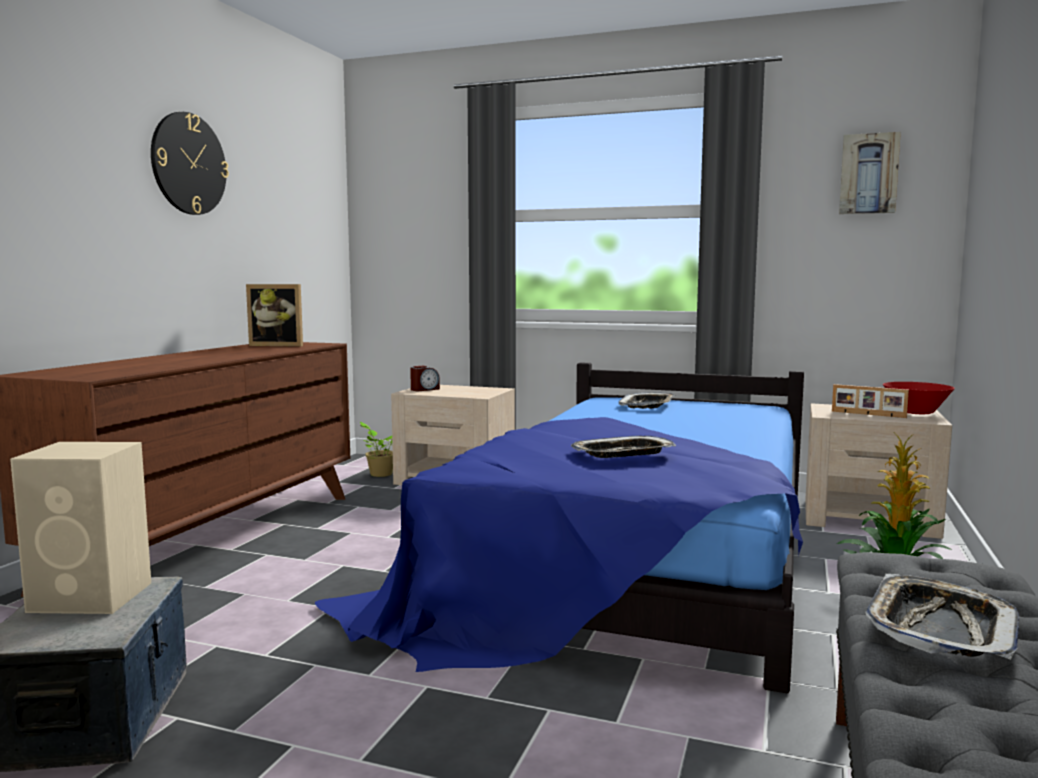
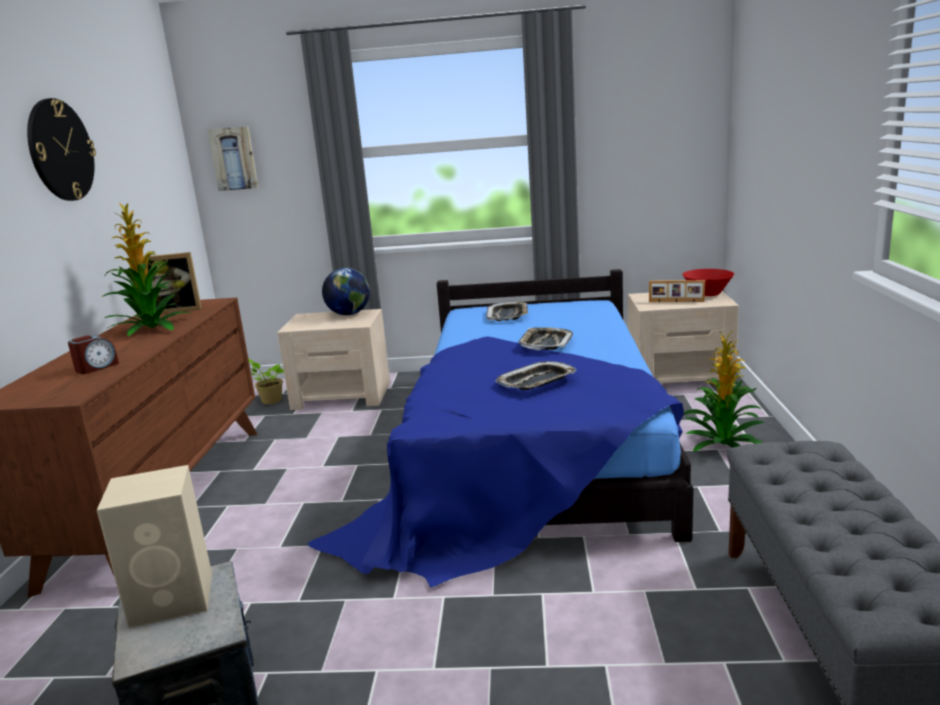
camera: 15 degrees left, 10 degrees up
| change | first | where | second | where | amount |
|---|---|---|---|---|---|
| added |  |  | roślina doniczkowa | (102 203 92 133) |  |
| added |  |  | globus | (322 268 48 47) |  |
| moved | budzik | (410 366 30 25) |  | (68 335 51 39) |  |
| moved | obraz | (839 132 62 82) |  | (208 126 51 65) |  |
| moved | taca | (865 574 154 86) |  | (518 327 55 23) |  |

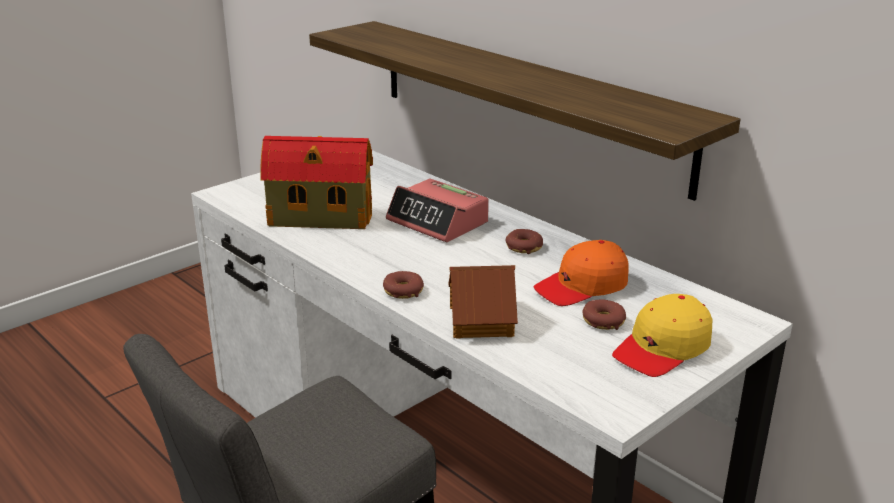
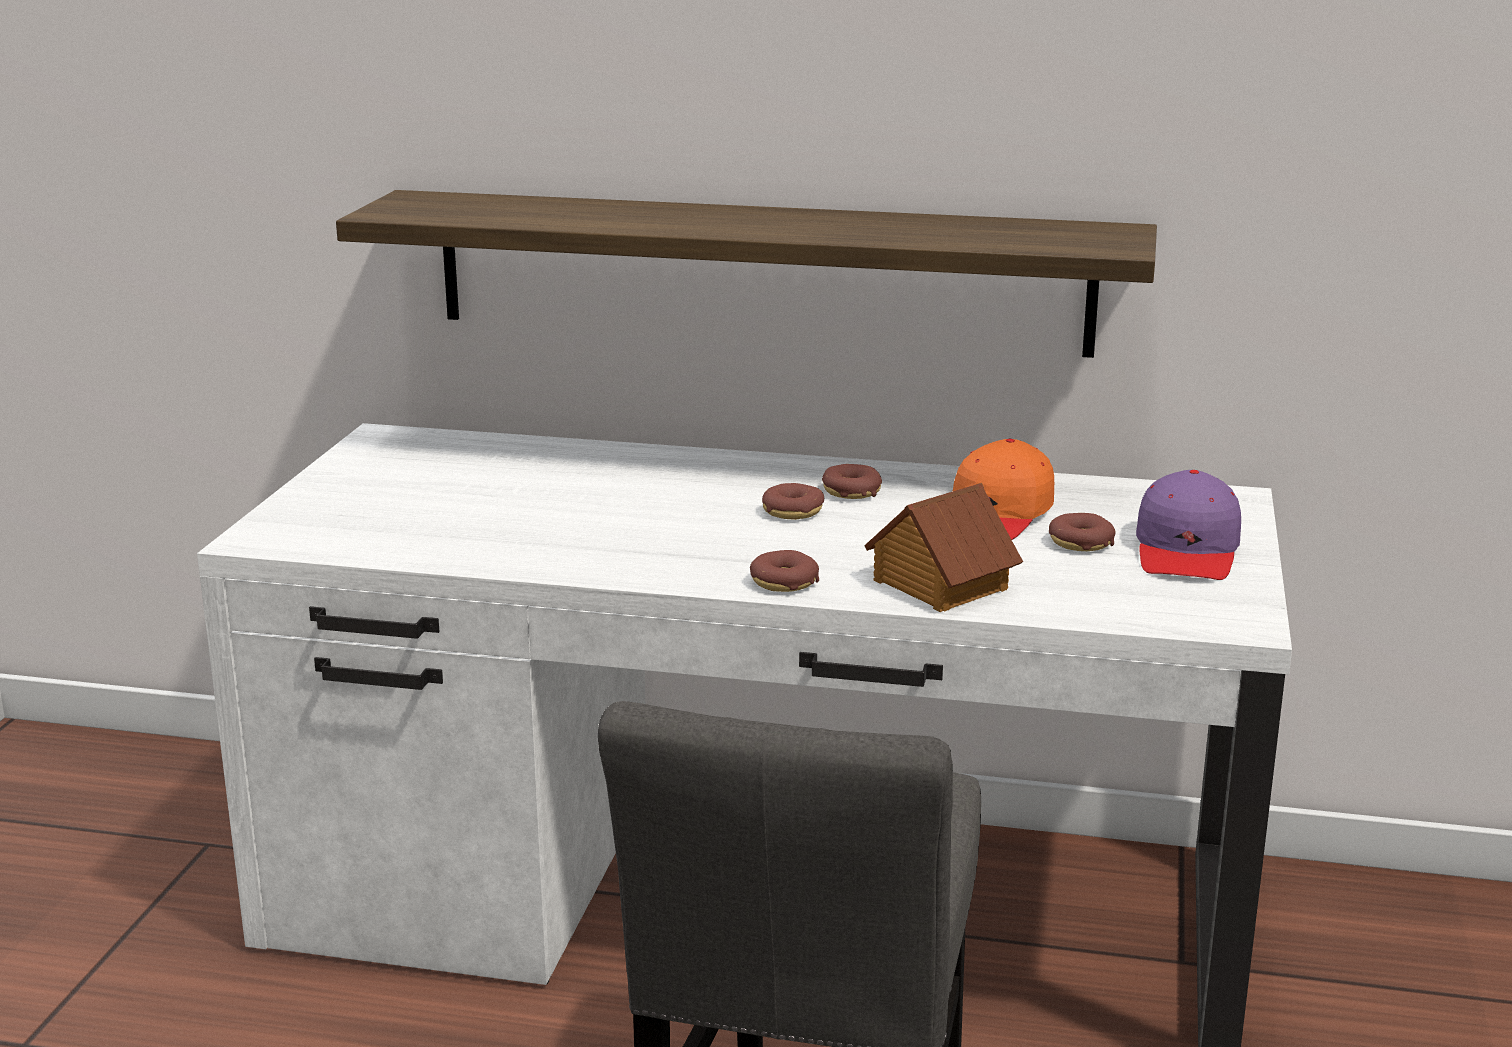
camera: 35 degrees left, 5 degrees down
| change | first | where | second | where | amount |
|---|---|---|---|---|---|
| removed | domek | (261 136 112 93) |  |  |  |
| removed | budzik | (386 178 103 64) |  |  |  |
| added |  |  | donut | (762 483 62 37) |  |
| recoloured | czapka z daszkiem/żółty | (612 294 101 83) | czapka z daszkiem/fioletowy | (1136 470 105 110) |  |

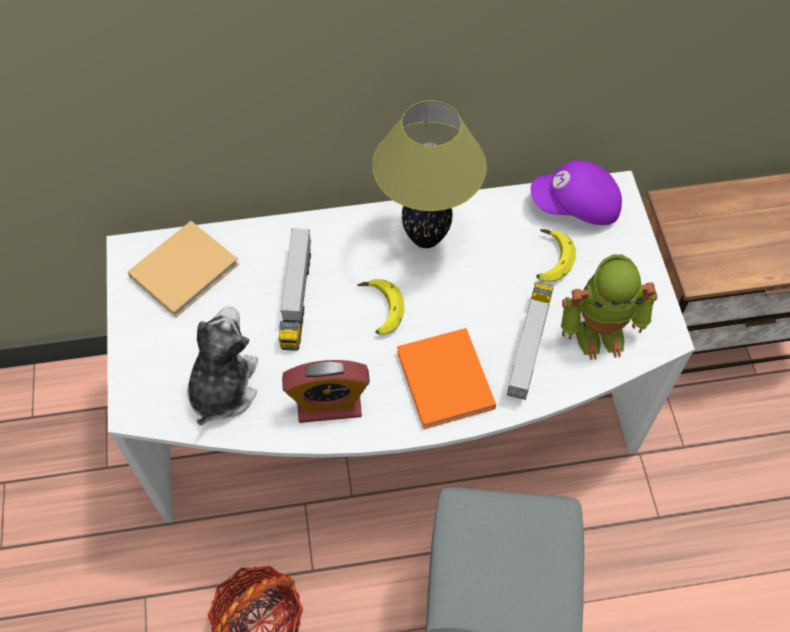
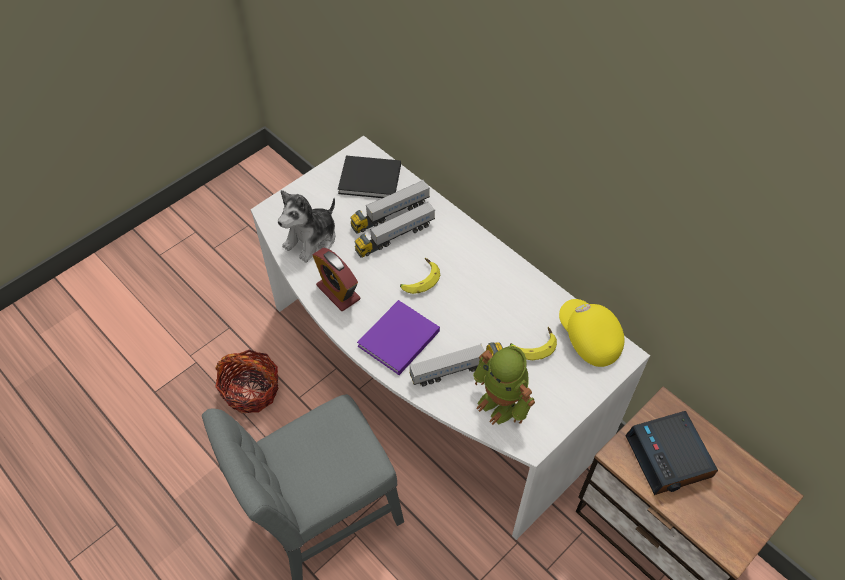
camera: 55 degrees right, 5 degrees down
| change | first | where | second | where | amount |
|---|---|---|---|---|---|
| removed | lampa stołowa | (372 100 115 148) |  |  |  |
| added |  |  | ciężarówka zabawkowa | (350 180 80 53) |  |
| added |  |  | budzik | (625 411 93 84) |  |
| recoloured | książka/beżowy | (128 221 111 96) | książka/czarny | (338 156 63 42) |  |
| recoloured | książka/pomarańczowy | (397 328 99 101) | książka/fioletowy | (357 300 83 75) |  |
| recoloured | czapka z daszkiem/fioletowy | (531 160 91 65) | czapka z daszkiem/żółty | (559 299 66 68) |  |
| turned | pluszak | (187 307 71 119) |  | (278 190 57 73) | 150 degrees clockwise |

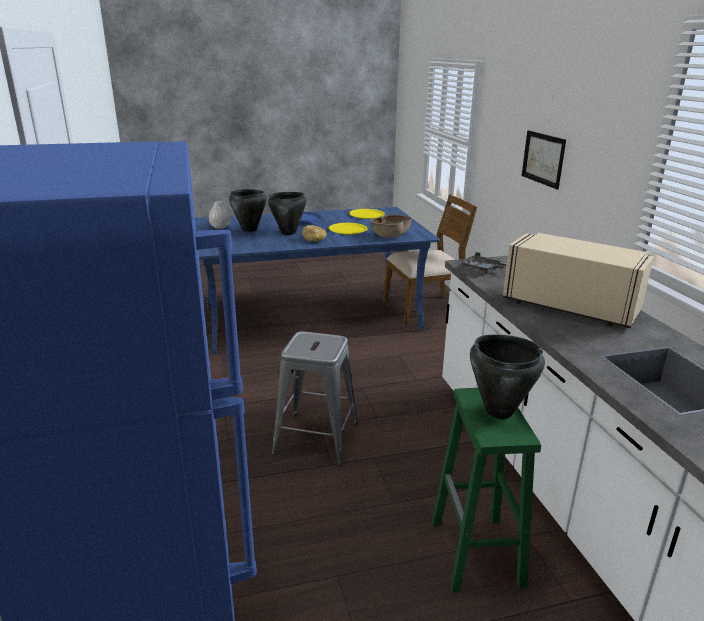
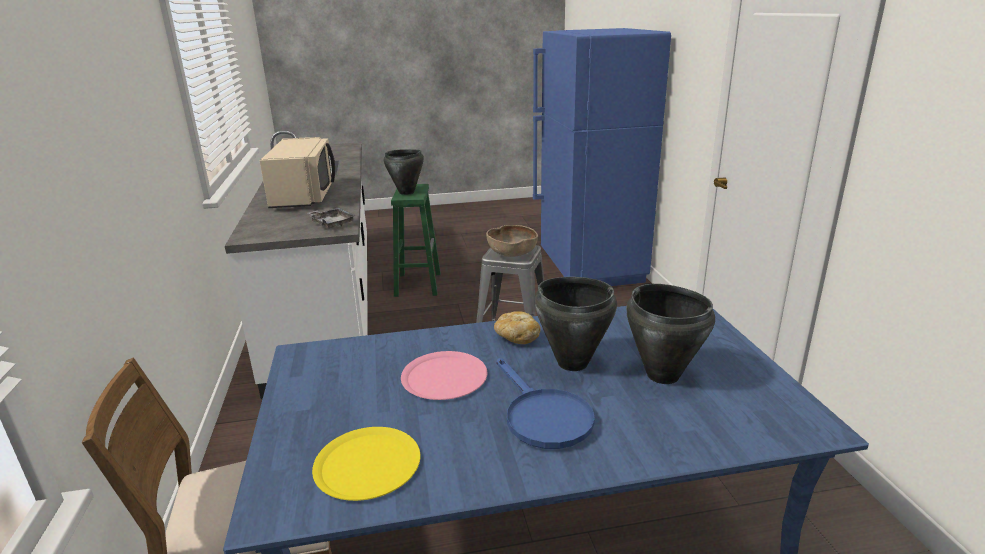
camera: 175 degrees left, 0 degrees up
| change | first | where | second | where | amount |
|---|---|---|---|---|---|
| removed | wazon/biały | (209 201 21 28) |  |  |  |
| removed | obraz | (522 131 44 58) |  |  |  |
| moved | miska/brązowy | (371 215 41 23) |  | (486 225 52 32) |  |
| recoloured | talerz/żółty | (329 223 39 12) | talerz/różowy | (401 351 86 49) |  |
| turned | mikrofalówka/beżowy | (503 233 151 95) |  | (260 137 75 71) | 135 degrees counterclockwise |

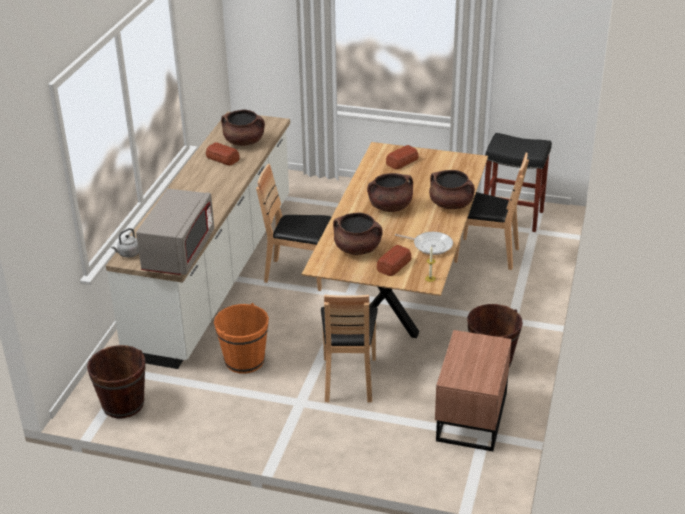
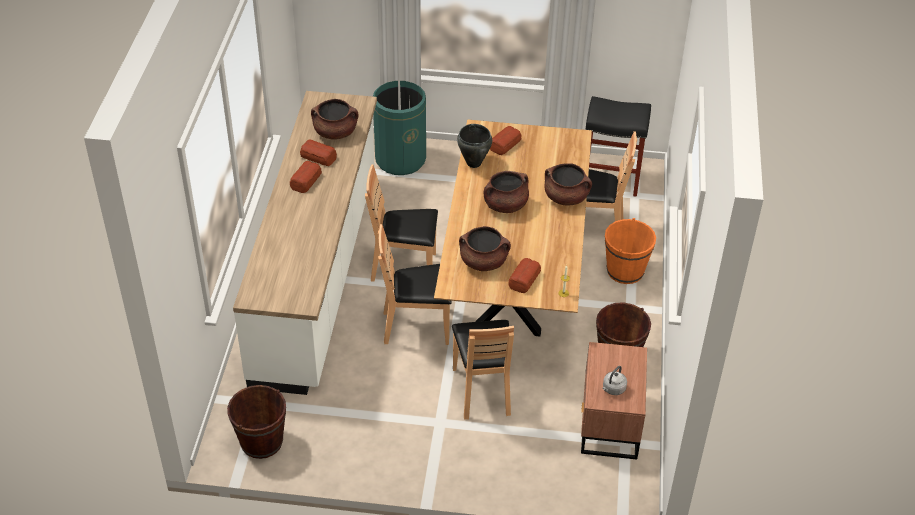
camera: 10 degrees left, 10 degrees up
| change | first | where | second | where | amount |
|---|---|---|---|---|---|
| removed | mikrofalówka/szary | (136 189 78 86) |  |  |  |
| removed | patelnia | (395 232 58 23) |  |  |  |
| added |  |  | chleb | (290 161 32 32) |  |
| added |  |  | kosz na śmieci/zielony | (373 81 53 94) |  |
| added |  |  | krzesło/brązowy | (378 224 74 121) |  |
| added |  |  | garnek/czarny | (457 124 35 44) |  |
| moved | czajnik/szary | (111 228 28 30) |  | (602 366 25 29) |  |
| moved | wiadro/pomarańczowy | (214 303 55 70) |  | (605 218 51 66) |  |

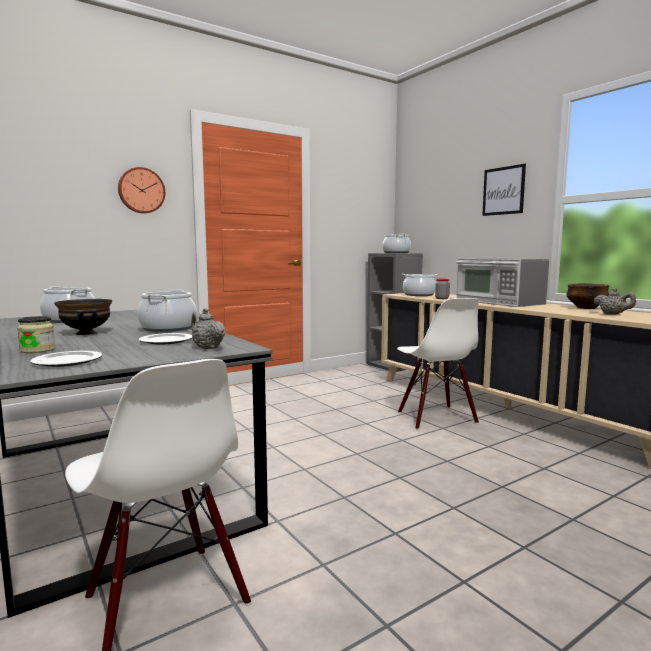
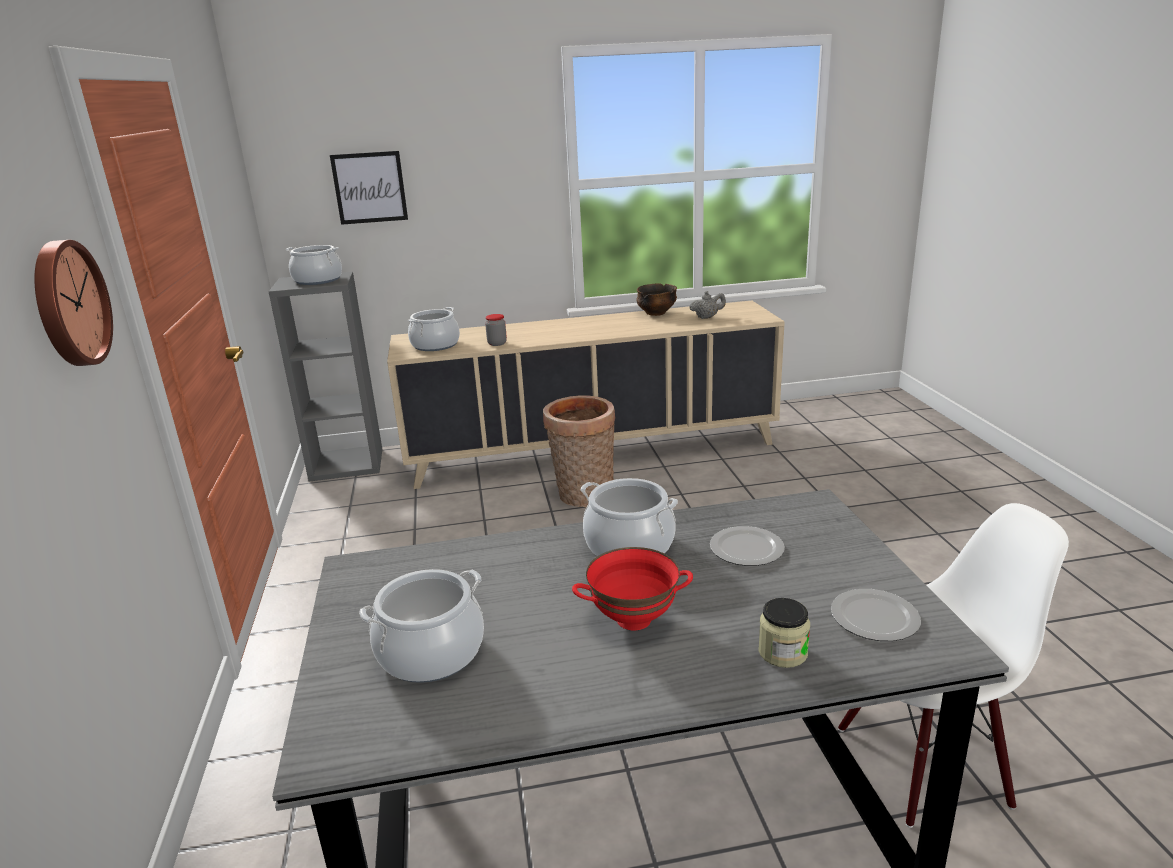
camera: 65 degrees left, 15 degrees up
| change | first | where | second | where | amount |
|---|---|---|---|---|---|
| removed | imbryk/szary | (191 308 35 41) |  |  |  |
| removed | mikrofalówka | (456 258 93 49) |  |  |  |
| moved | obraz | (482 164 44 52) |  | (330 151 78 74) |  |
| replaced | krzesło/biały | (397 298 82 132) | koszyk | (543 395 73 112) |  |
| recoloured | miska/czarny | (54 299 58 36) | miska/czerwony | (572 547 121 84) |  |

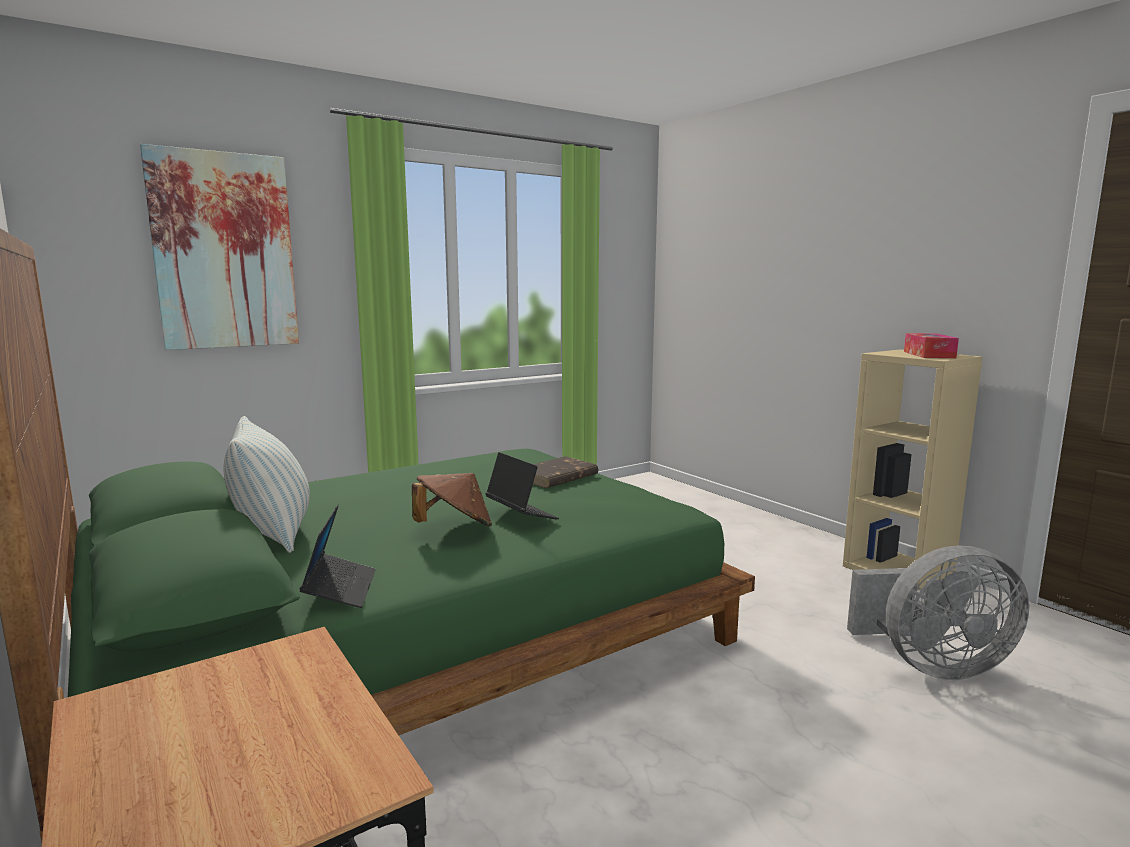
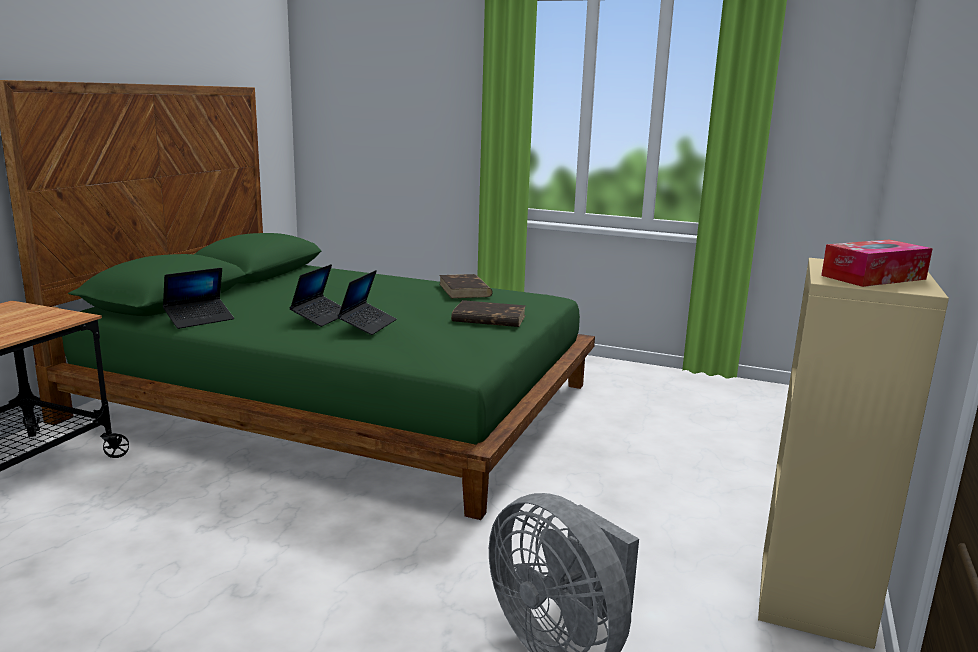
camera: 55 degrees right, 5 degrees up
| change | first | where | second | where | amount |
|---|---|---|---|---|---|
| removed | obraz | (140 144 159 206) |  |  |  |
| removed | poduszka | (223 416 87 137) |  |  |  |
| added |  |  | książka/brązowy | (439 274 54 24) |  |
| replaced | kapelusz/brązowy | (412 473 80 53) | laptop | (290 264 51 63) |  |

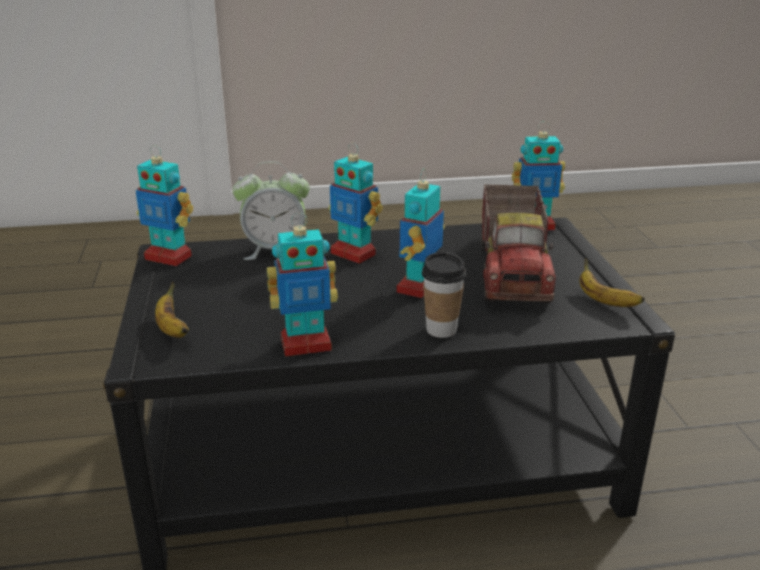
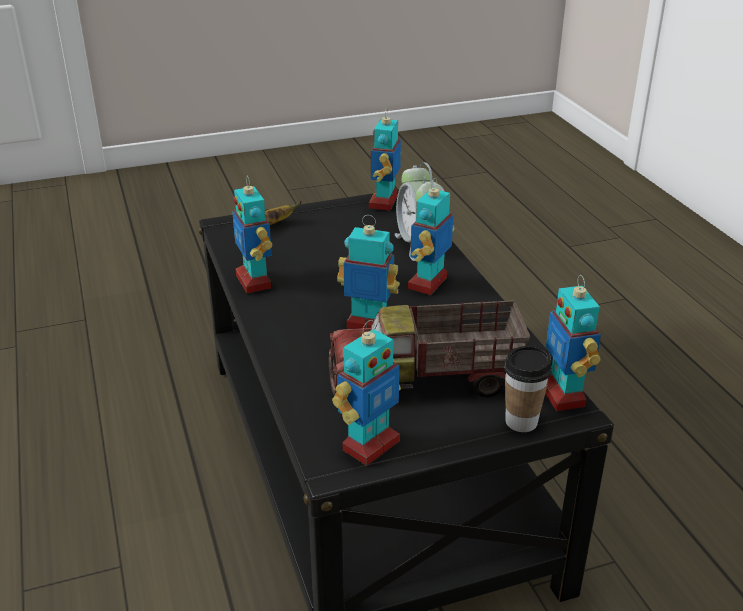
camera: 80 degrees right, 5 degrees up
| change | first | where | second | where | amount |
|---|---|---|---|---|---|
| moved | filiżanka | (422 252 44 86) |  | (504 345 48 87) |  |
| replaced | banan | (579 258 66 49) | robot zabawkowy | (332 320 69 146) |  |

